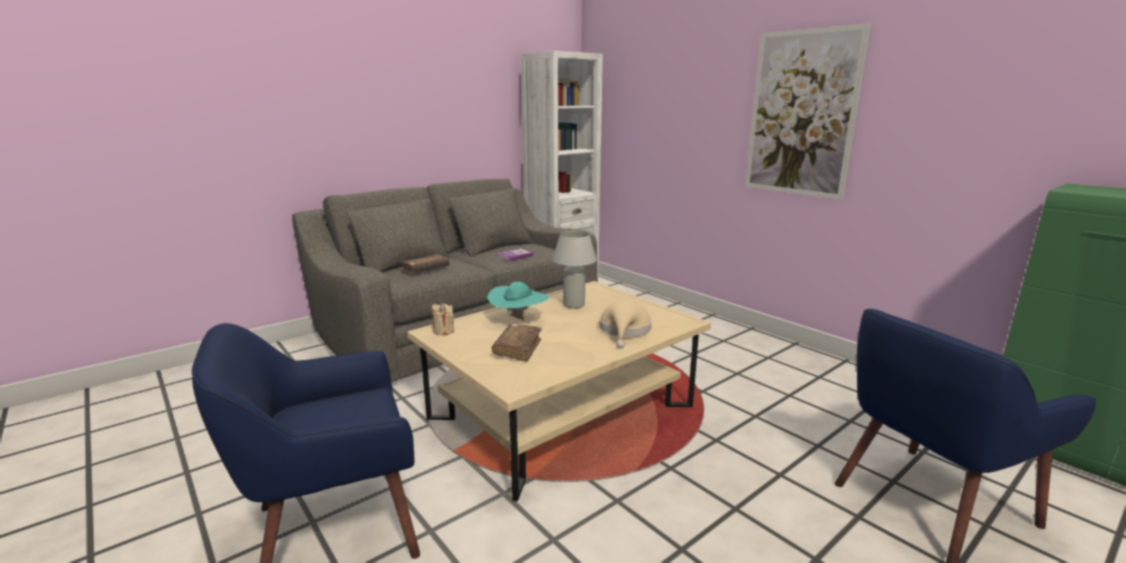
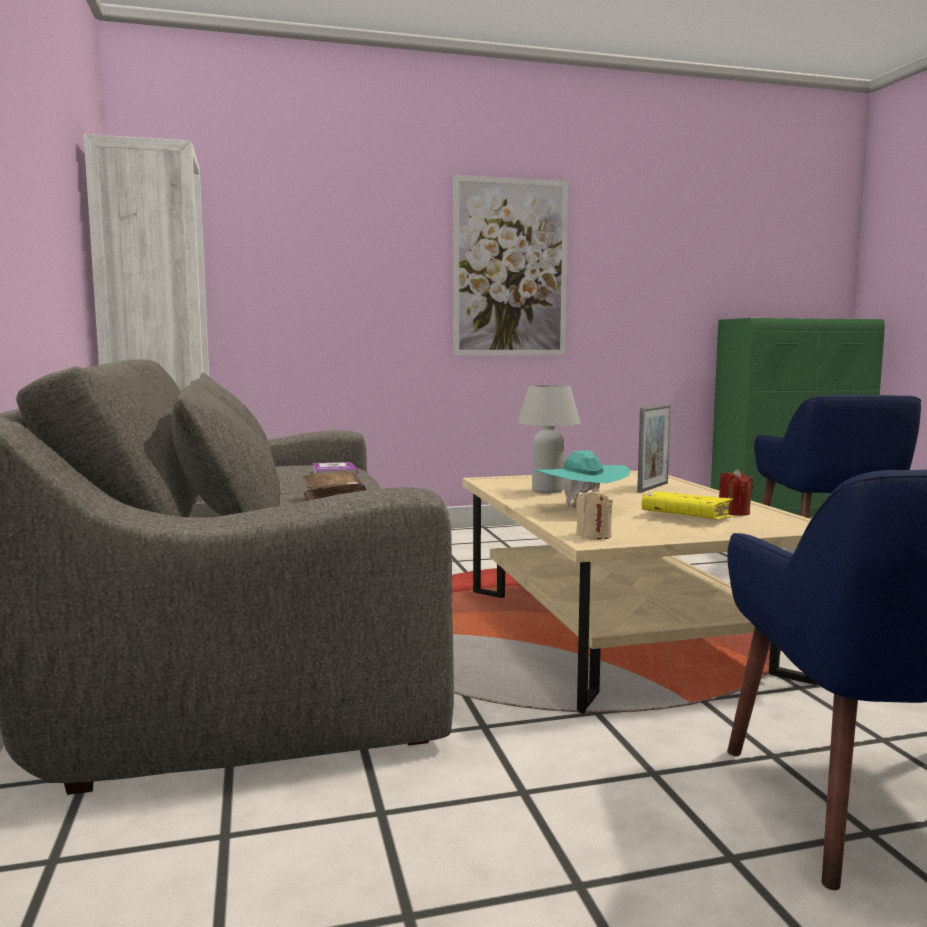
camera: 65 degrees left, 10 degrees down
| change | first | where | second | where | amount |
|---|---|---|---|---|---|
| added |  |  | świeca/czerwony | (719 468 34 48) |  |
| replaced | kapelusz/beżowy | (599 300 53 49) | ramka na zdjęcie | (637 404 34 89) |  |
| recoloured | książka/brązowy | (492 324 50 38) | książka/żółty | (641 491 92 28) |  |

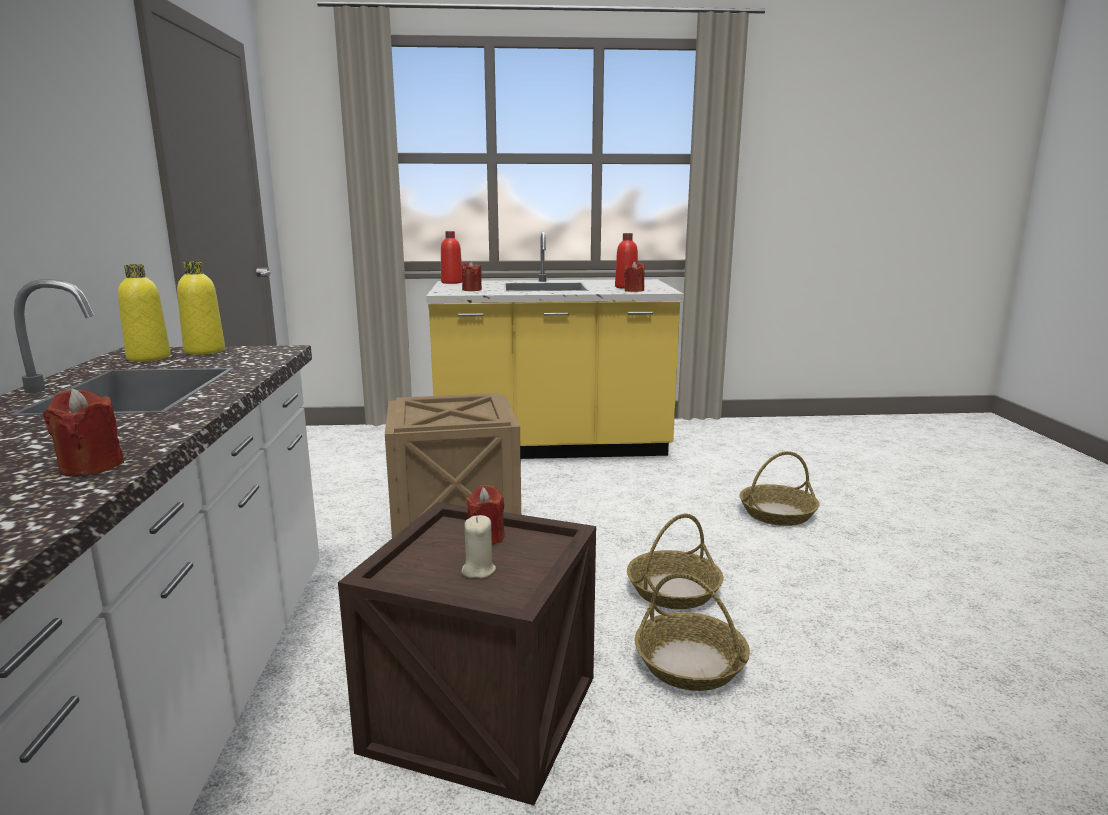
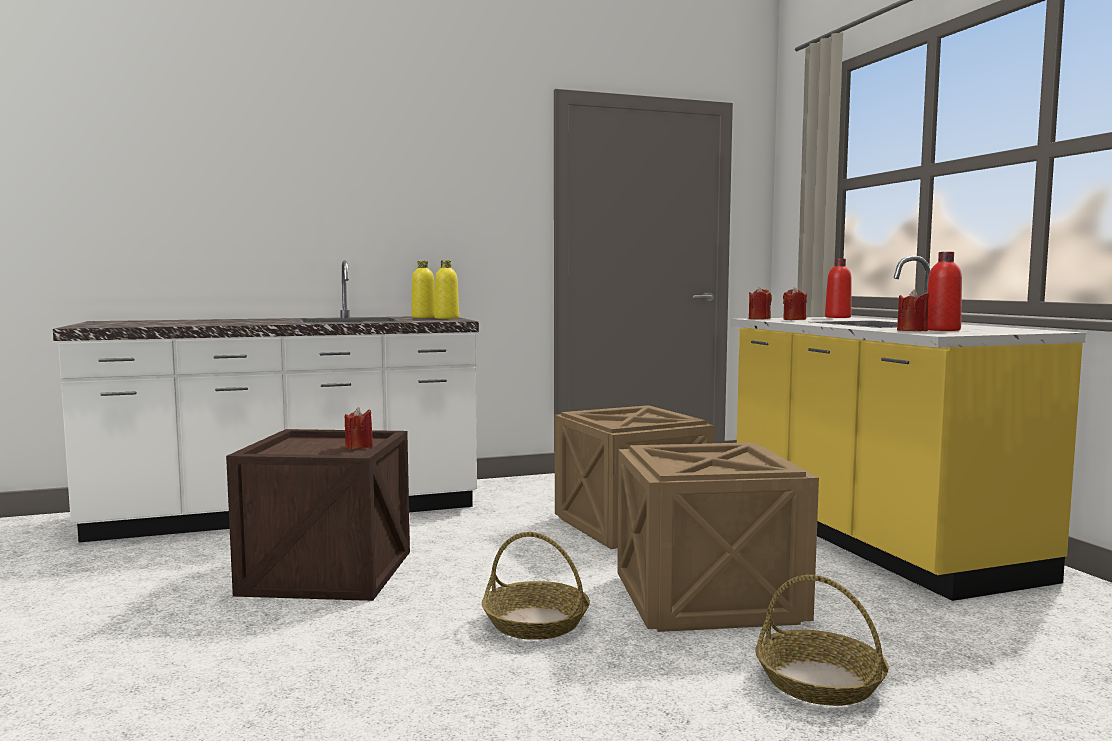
camera: 75 degrees right, 10 degrees down
| change | first | where | second | where | amount |
|---|---|---|---|---|---|
| removed | świeca/beżowy | (462 515 34 63) |  |  |  |
| removed | koszyk | (634 573 116 118) |  |  |  |
| added |  |  | skrzynka | (617 442 202 190) |  |
| moved | świeca/czerwony | (43 389 81 87) |  | (749 287 23 32) |  |

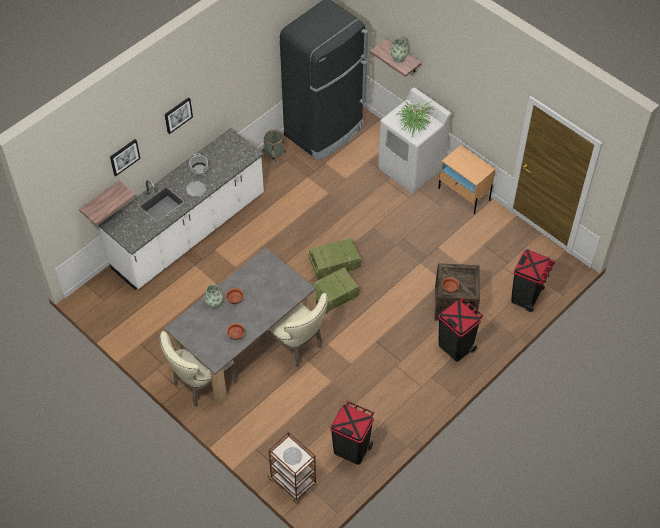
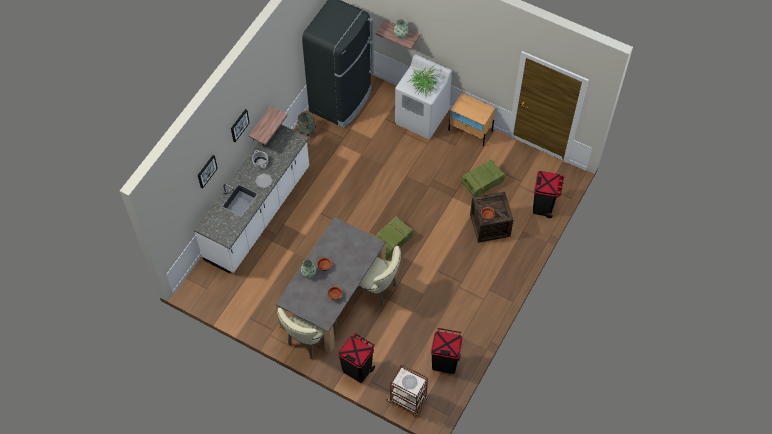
camera: 15 degrees left, 5 degrees up
| change | first | where | second | where | amount |
|---|---|---|---|---|---|
| moved | półka | (79 181 57 44) |  | (248 106 40 39) |  |
| moved | skrzynka | (308 238 54 41) |  | (461 159 44 38) |  |
| moved | kosz na śmieci/czarny | (438 298 45 64) |  | (338 333 37 50) |  |

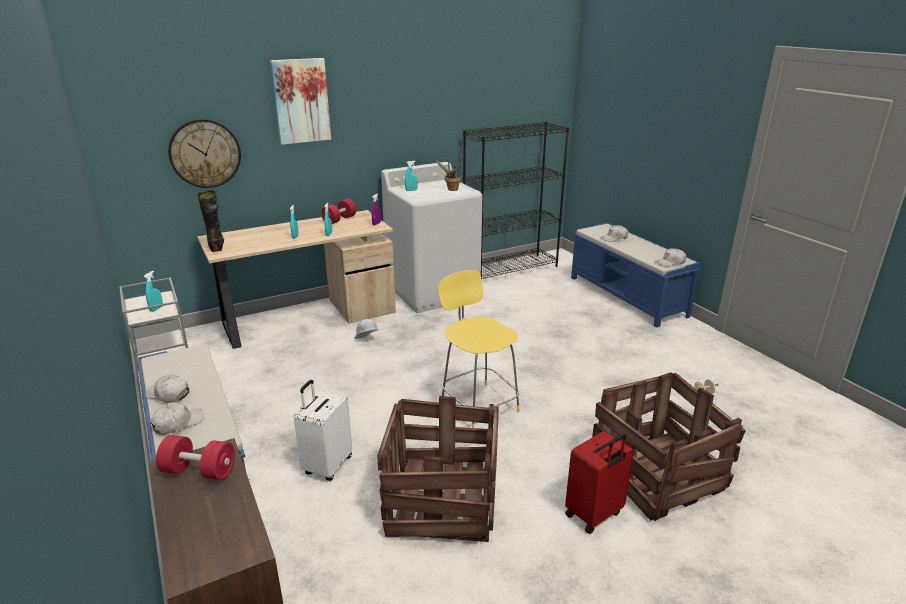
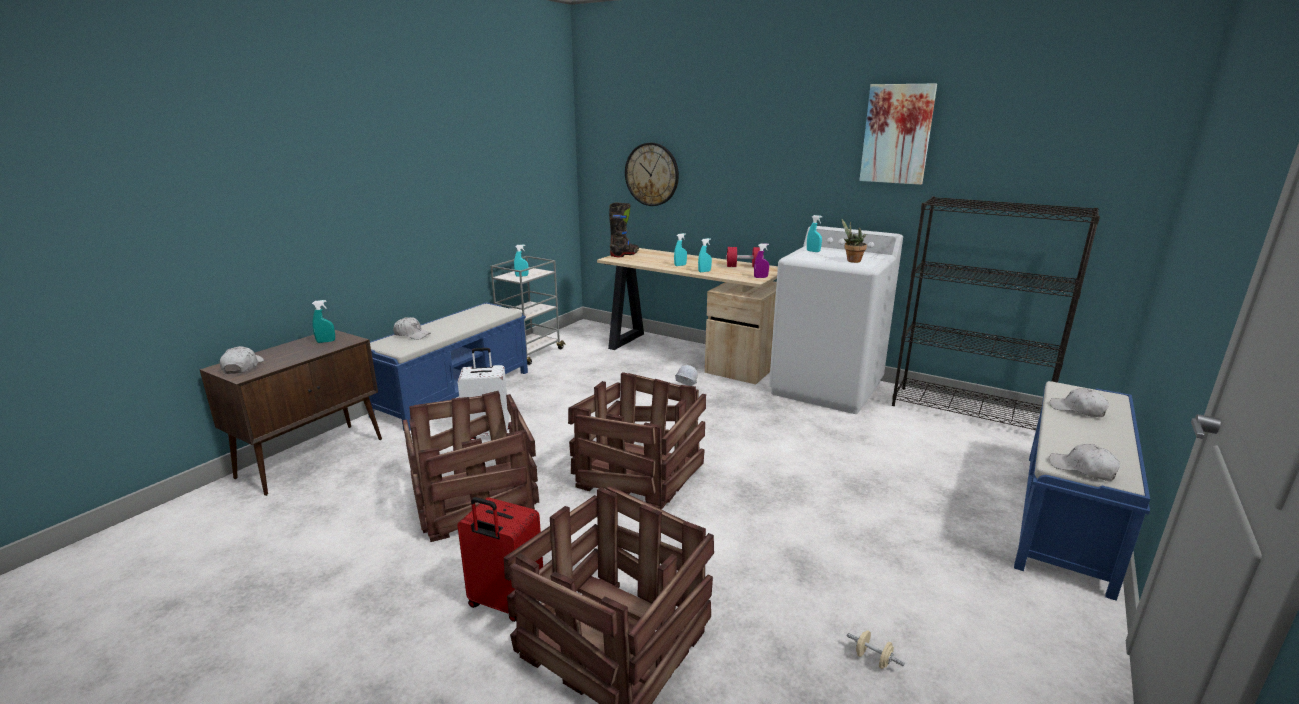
camera: 60 degrees right, 5 degrees down
| change | first | where | second | where | amount |
|---|---|---|---|---|---|
| moved | czapka z daszkiem/biały | (145 374 44 28) |  | (220 346 44 28) |  |
| moved | obraz | (270 58 61 87) |  | (859 84 78 101) |  |
| replaced | hantel/czerwony | (156 435 79 45) | spryskiwacz/turkusowy | (312 300 23 43) |  |
| replaced | stołek/żółty | (438 270 82 158) | skrzynka | (568 372 138 138) |  |

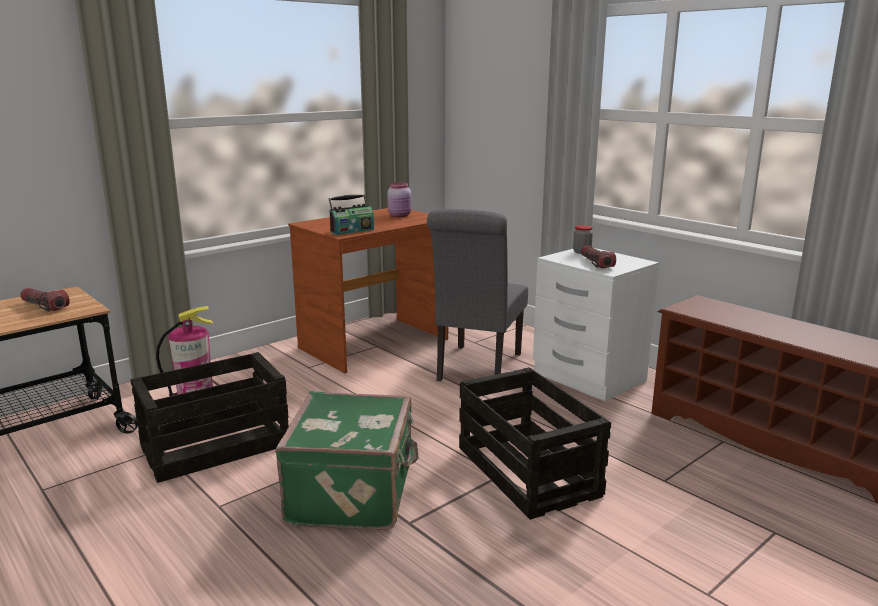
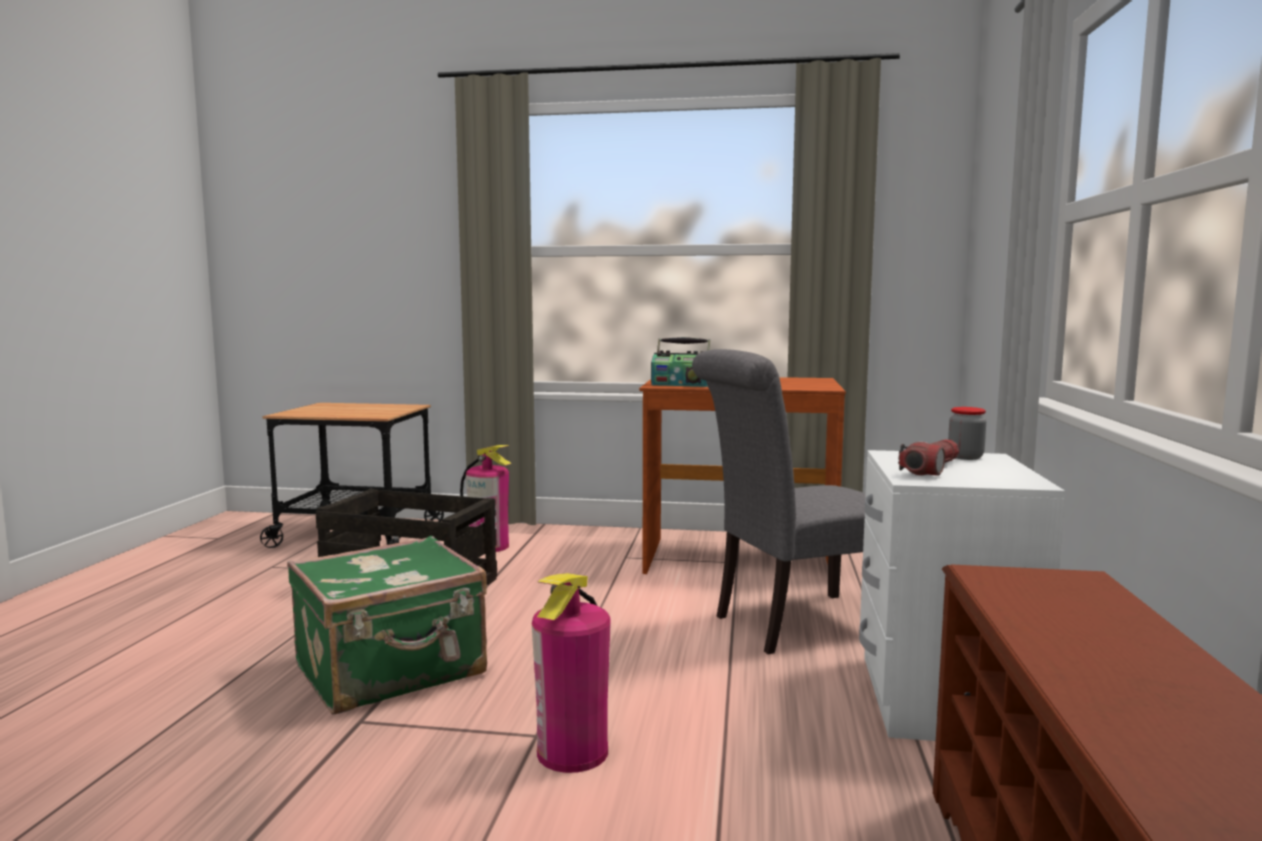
camera: 50 degrees right, 10 degrees down
| change | first | where | second | where | amount |
|---|---|---|---|---|---|
| removed | latarka | (20 288 50 24) |  |  |  |
| removed | słoik/różowy | (387 183 24 34) |  |  |  |
| replaced | skrzynka | (459 367 152 153) | gaśnica | (532 573 79 200) |  |

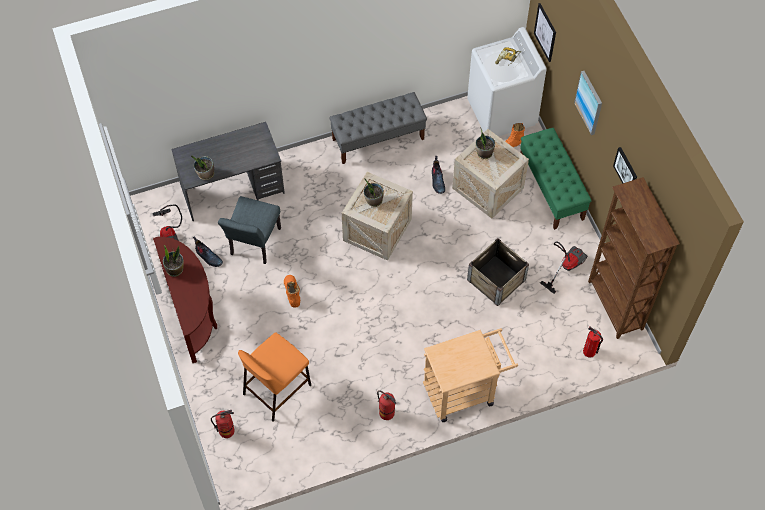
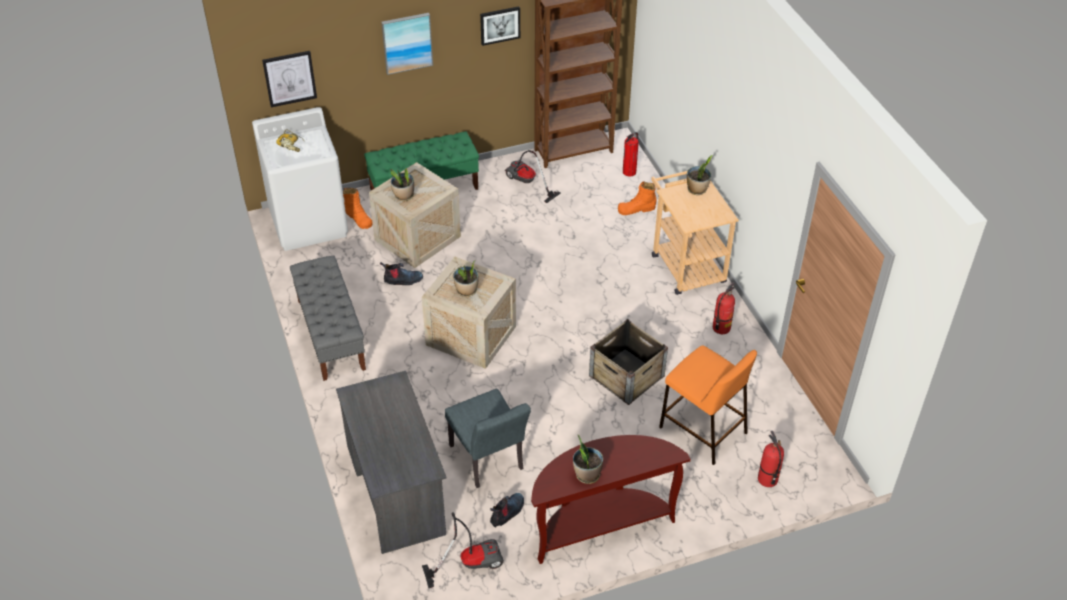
camera: 90 degrees left, 15 degrees down
| change | first | where | second | where | amount |
|---|---|---|---|---|---|
| moved | roślina doniczkowa | (191 156 23 24) |  | (687 155 26 40) |  |
| moved | but z cholewką/pomarańczowy | (284 275 17 33) |  | (618 181 38 34) |  |
| moved | skrzynka | (467 238 62 68) |  | (589 319 79 86) |  |
| turned | krzesło/szary | (218 196 63 68) |  | (445 389 86 99) | 45 degrees clockwise |

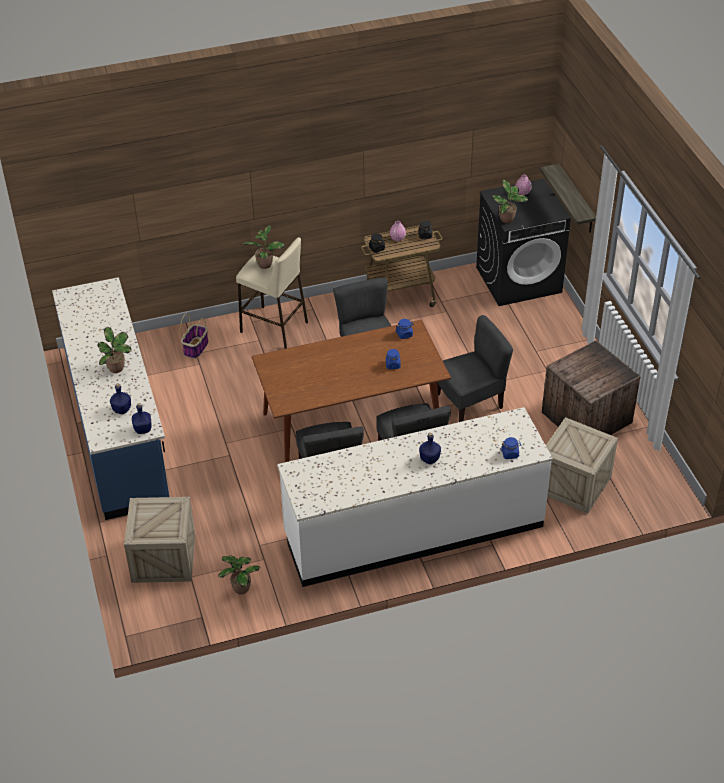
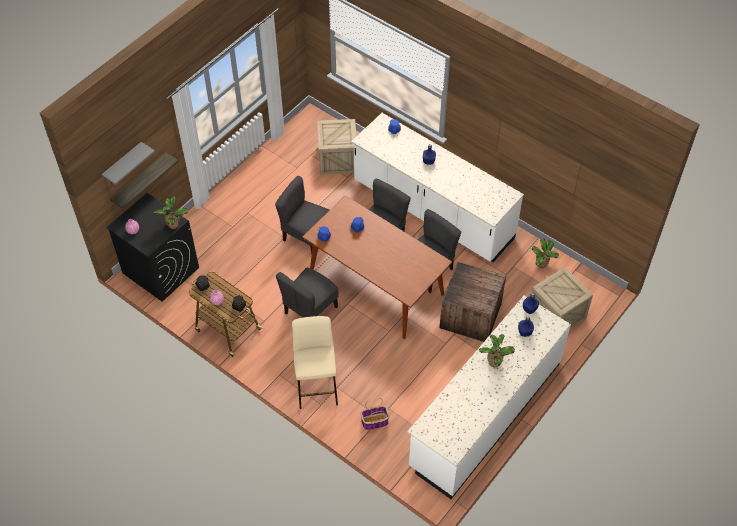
camera: 125 degrees left, 10 degrees up
| change | first | where | second | where | amount |
|---|---|---|---|---|---|
| removed | roślina doniczkowa | (243 225 42 44) |  |  |  |
| added |  |  | półka/szary | (101 142 54 43) |  |
| moved | skrzynka | (542 340 98 95) |  | (439 262 67 80) |  |
| recoloured | zabudowa kuchenna/niebieski | (52 277 117 243) | zabudowa kuchenna/biały | (407 296 164 203) |  |

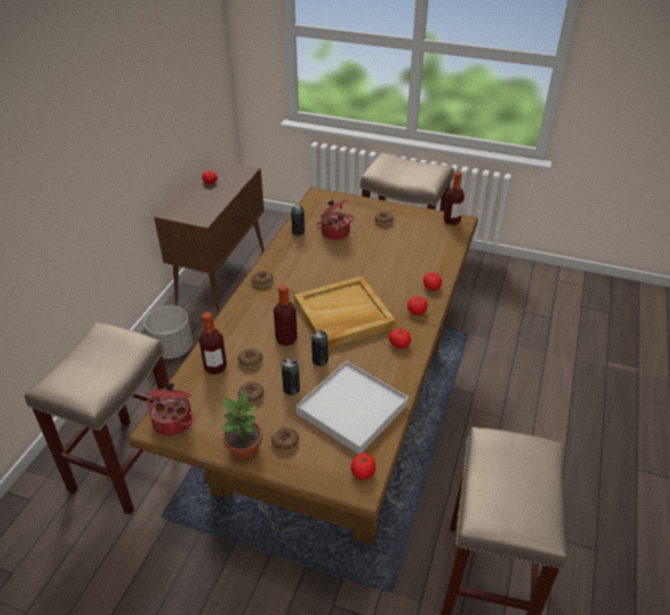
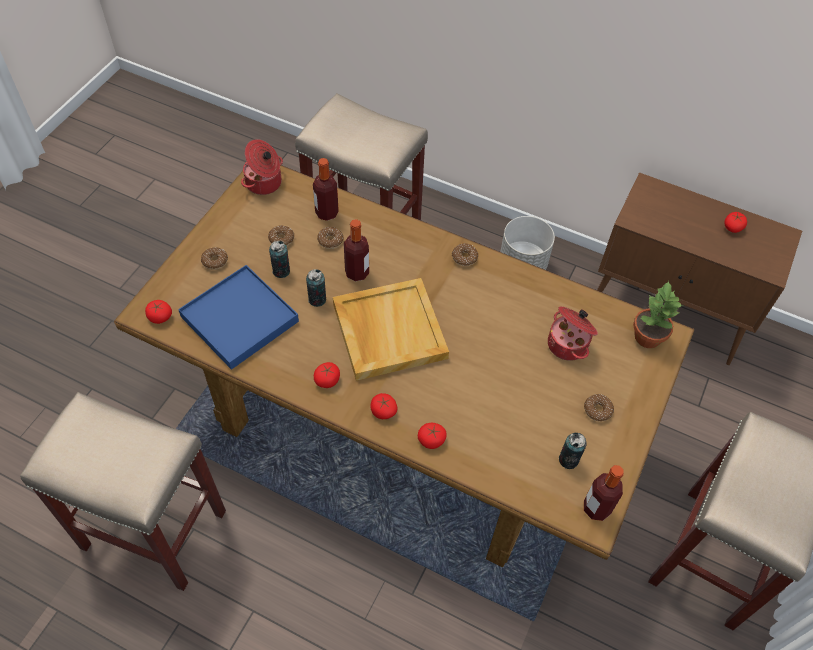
camera: 95 degrees right, 15 degrees up
| change | first | where | second | where | amount |
|---|---|---|---|---|---|
| moved | roślina doniczkowa | (221 390 42 70) |  | (633 281 50 67) |  |
| moved | puszka | (291 205 14 31) |  | (559 433 28 36) |  |
| recoloured | taca/biały | (296 361 113 93) | taca/niebieski | (178 265 121 105) |  |

